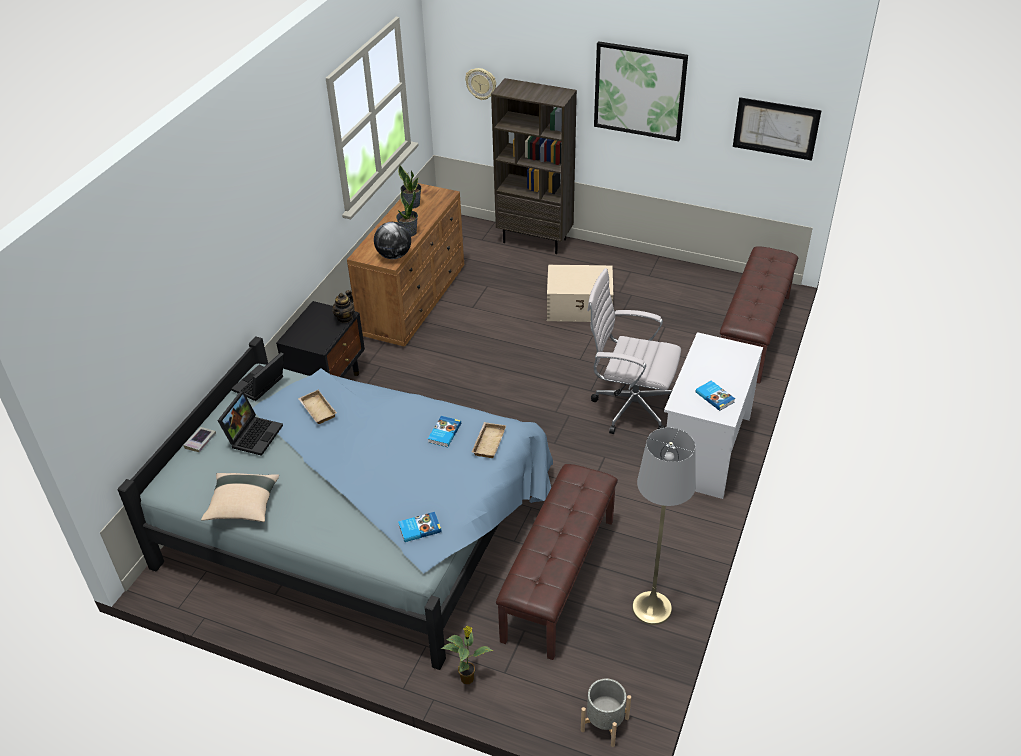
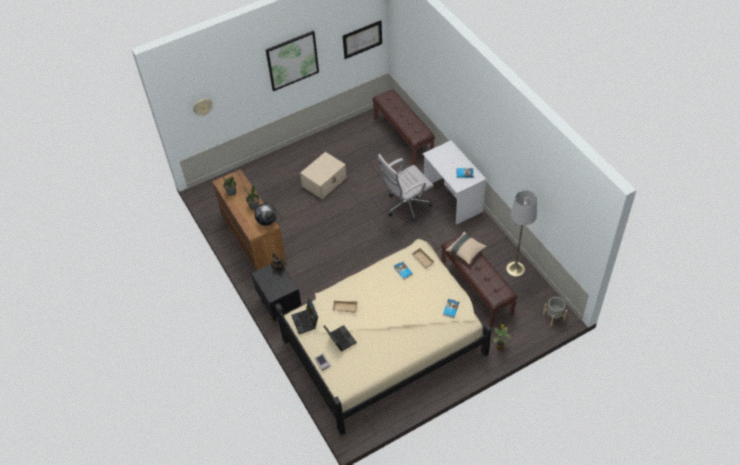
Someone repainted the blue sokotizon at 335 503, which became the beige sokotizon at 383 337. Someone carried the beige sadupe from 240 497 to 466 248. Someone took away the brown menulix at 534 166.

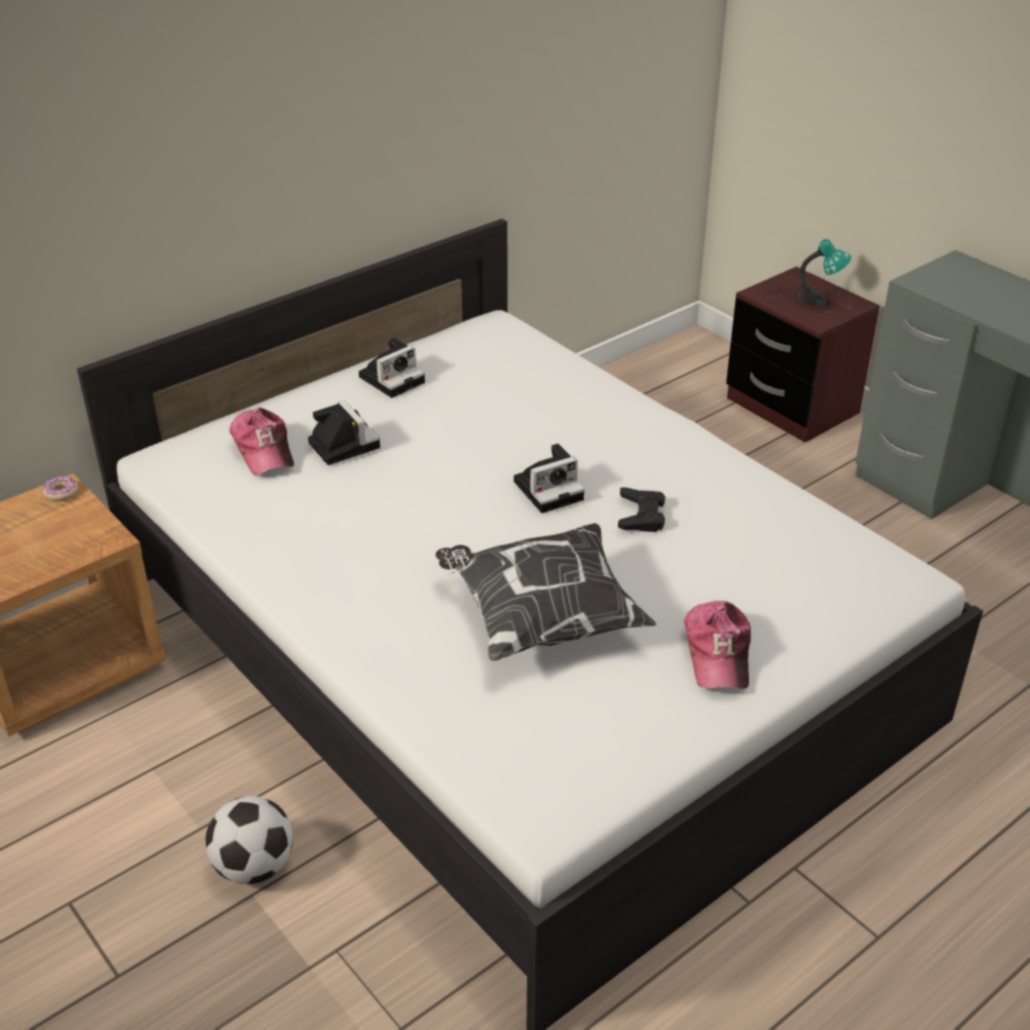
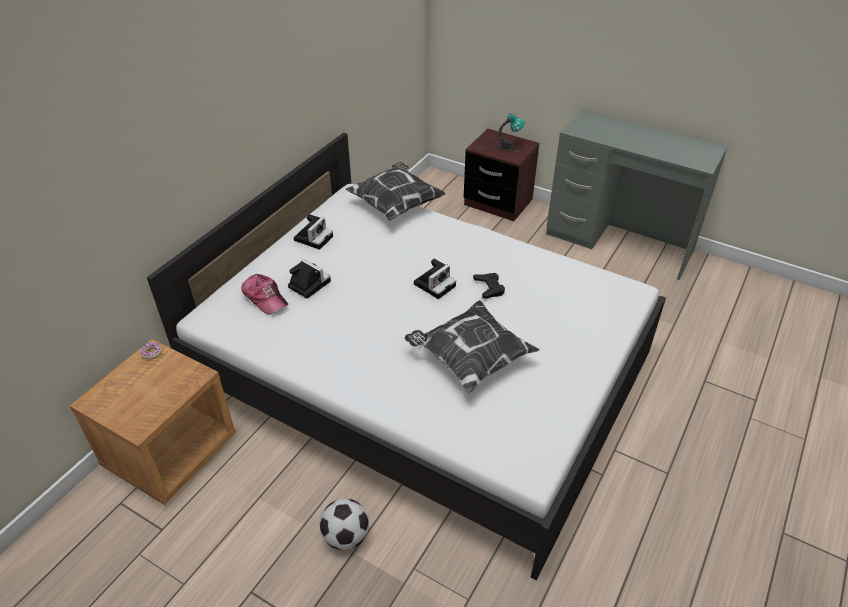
Someone took away the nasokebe at 717 645. Someone put down the sadupe at 395 191.

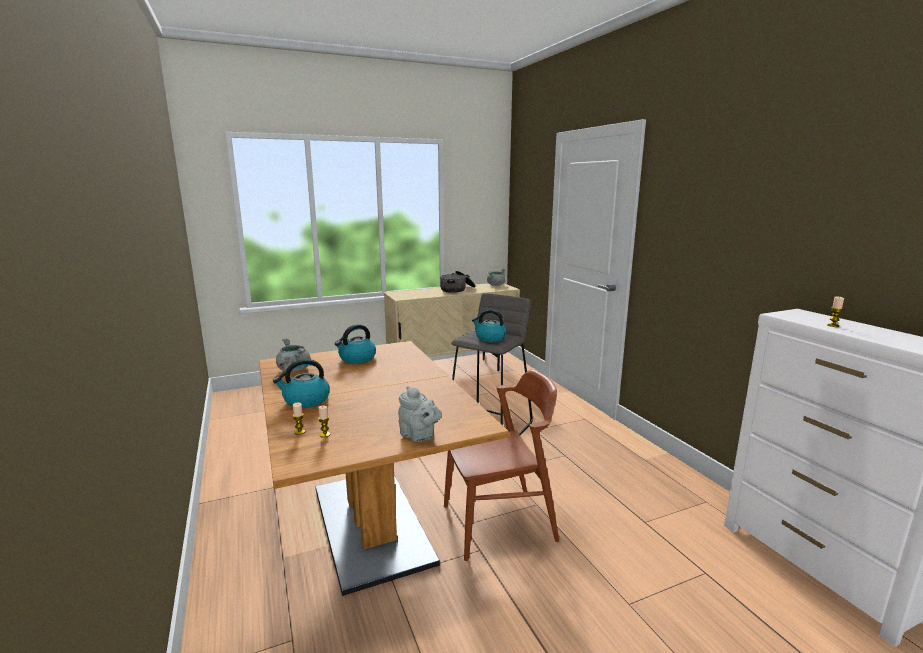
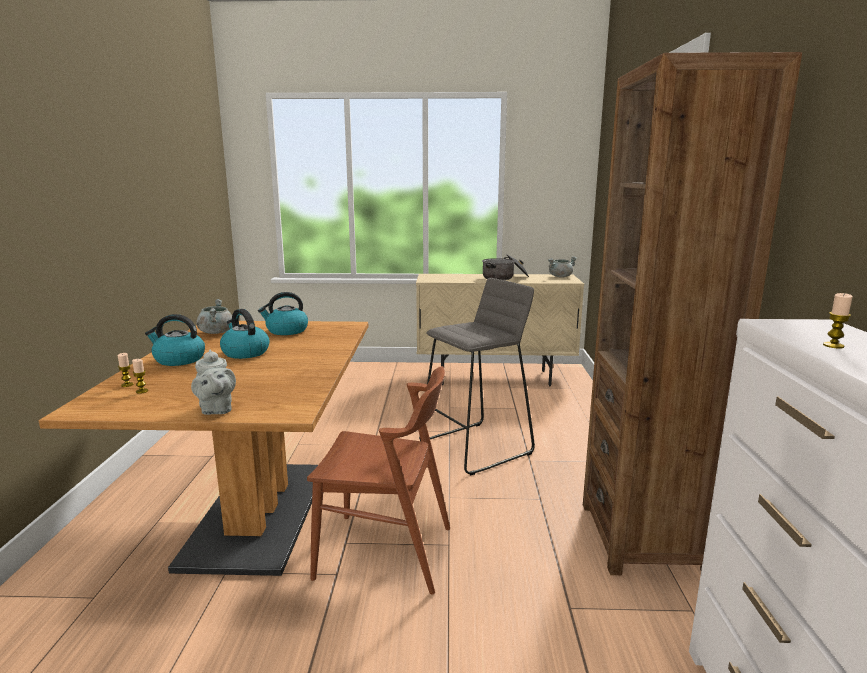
Someone carried the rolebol from 489 326 to 245 334. Someone put down the brown menulix at 692 313.

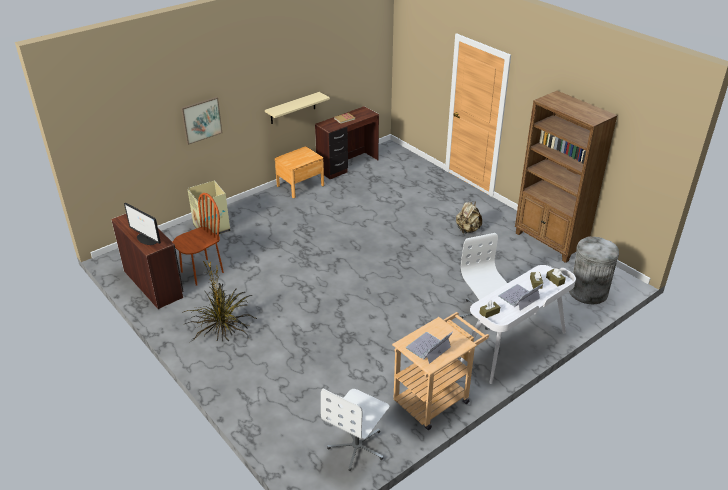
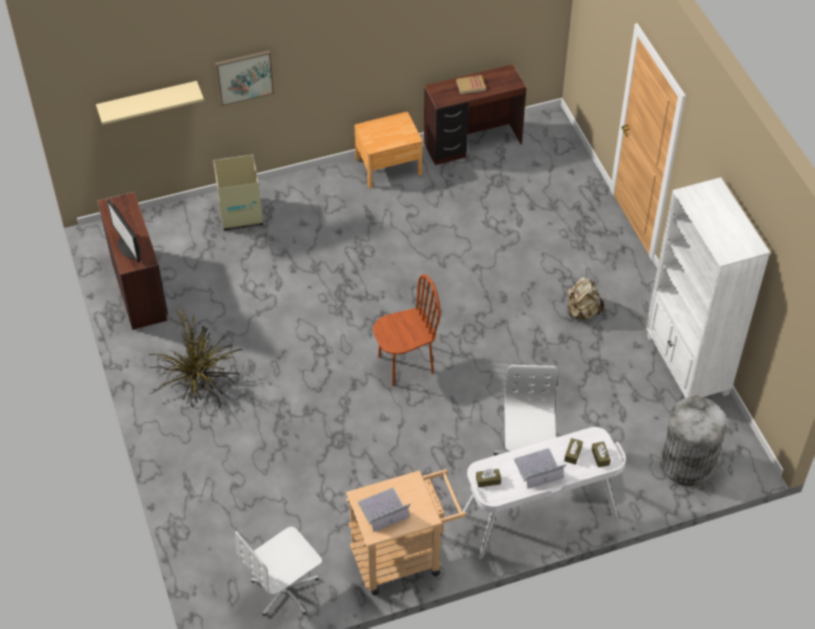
Someone carried the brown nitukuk from 198 239 to 407 330. Someone carried the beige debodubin from 297 108 to 150 103. Someone repainted the brown menulix at 566 177, which became the white menulix at 708 288.

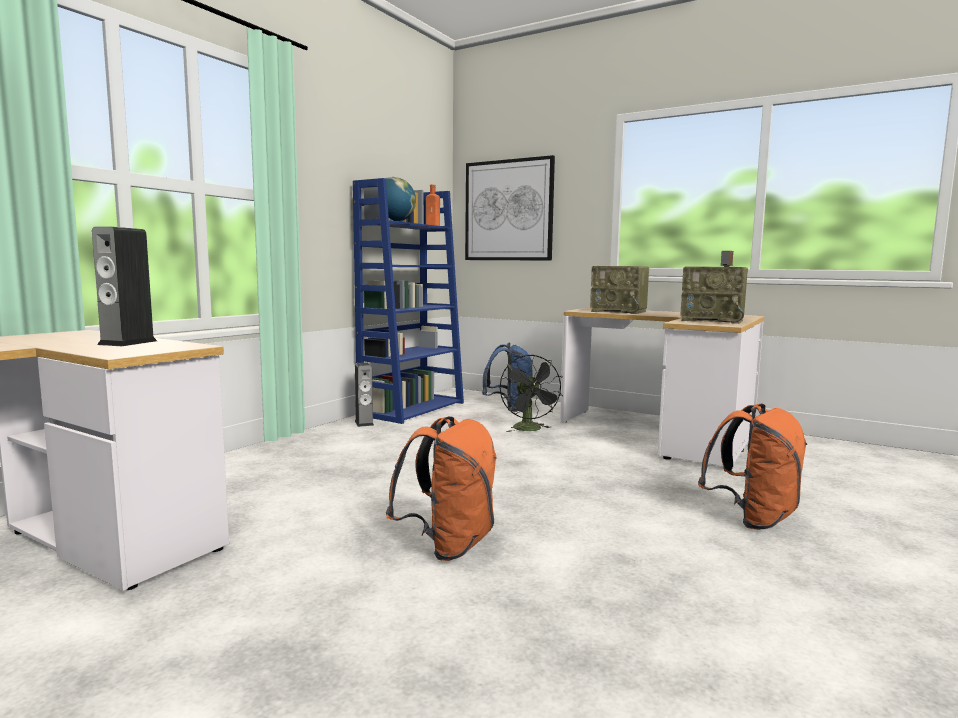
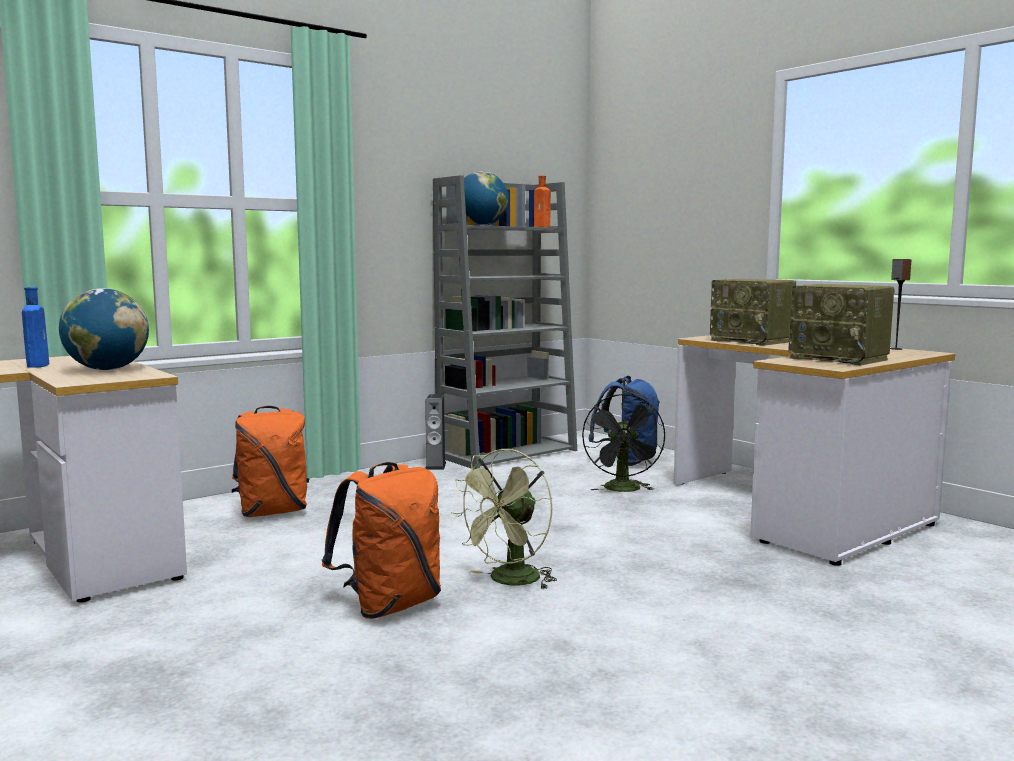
Someone swapped the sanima at 124 286 for the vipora at 104 329. Someone repainted the blue menulix at 408 301, which became the grey menulix at 505 322. Someone took away the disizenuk at 510 208. Someone carried the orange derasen from 752 466 to 270 461. Someone put down the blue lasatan at 35 327. Someone put down the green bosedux at 504 519.

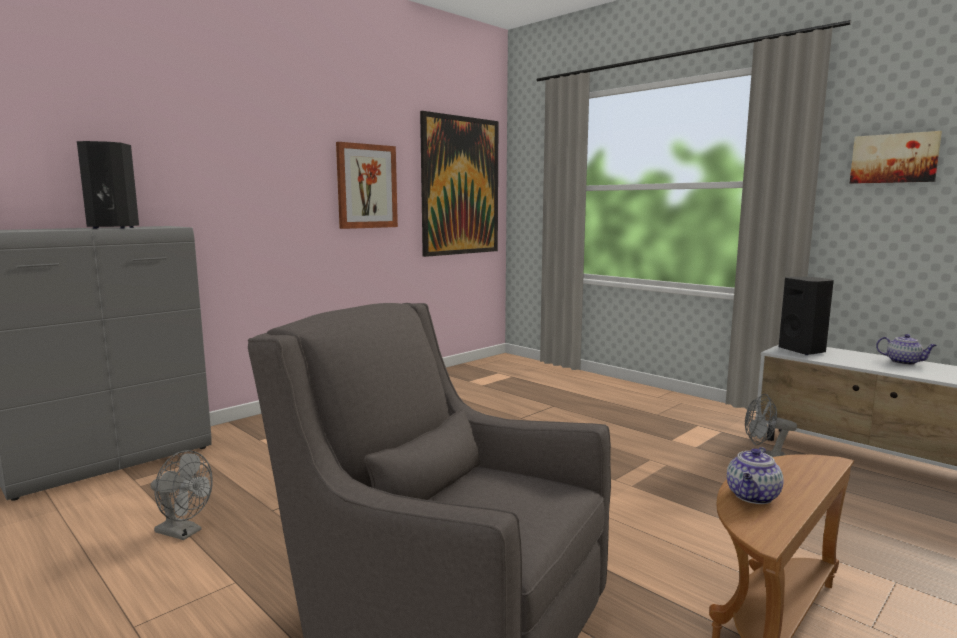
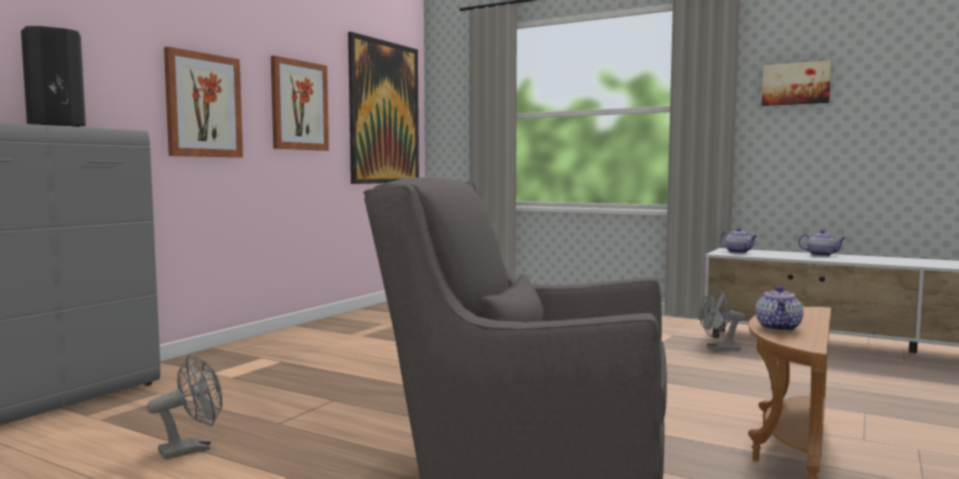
Someone rotated the grey bosedux at 181 495 by 45 degrees counterclockwise. Someone swapped the black sanima at 806 316 for the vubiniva at 738 240. Someone put up the disizenuk at 203 102.

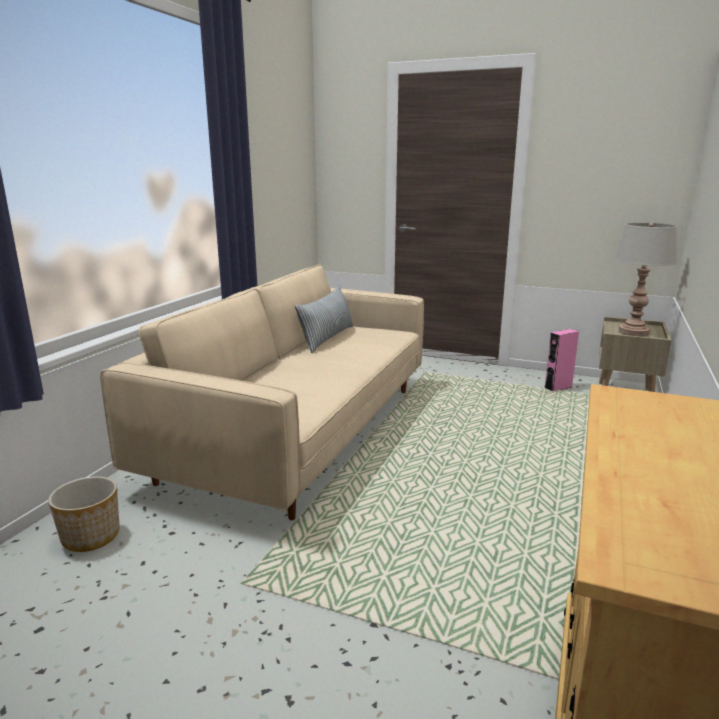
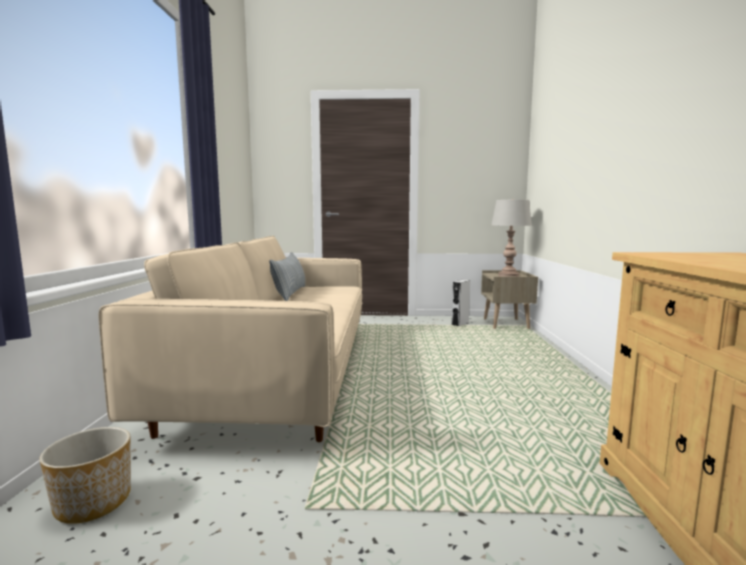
Someone repainted the pink sanima at 562 360, which became the grey sanima at 461 303.

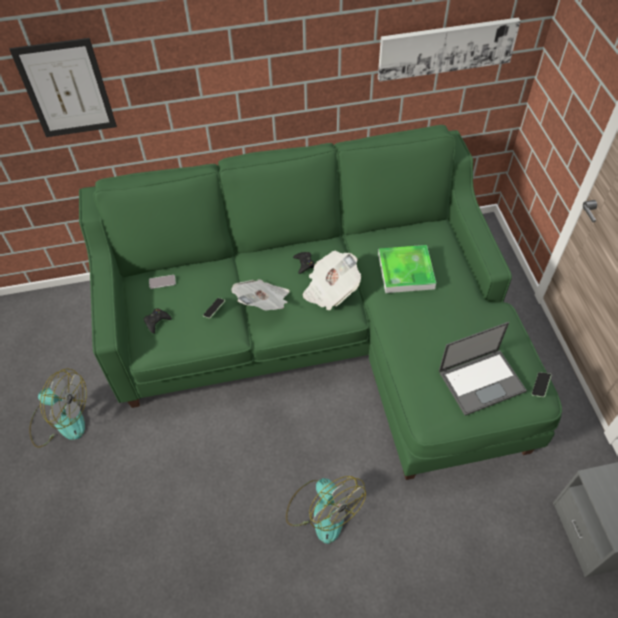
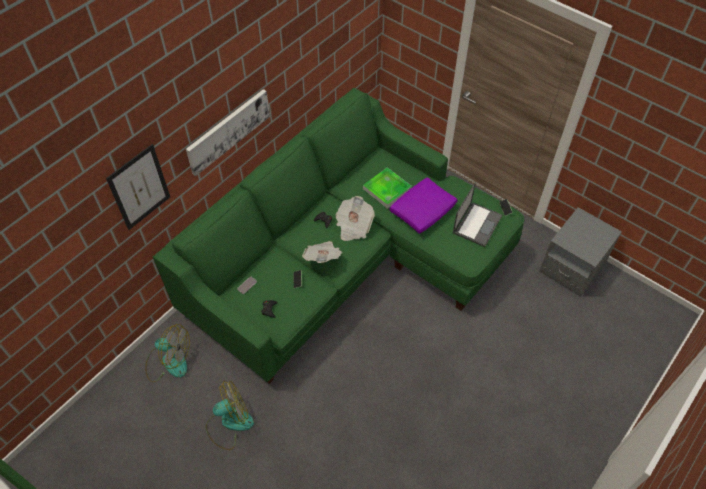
Someone carried the bosedux from 326 510 to 167 353. Someone carried the disizenuk from 449 50 to 228 132. Someone put down the purple sadupe at 423 205.

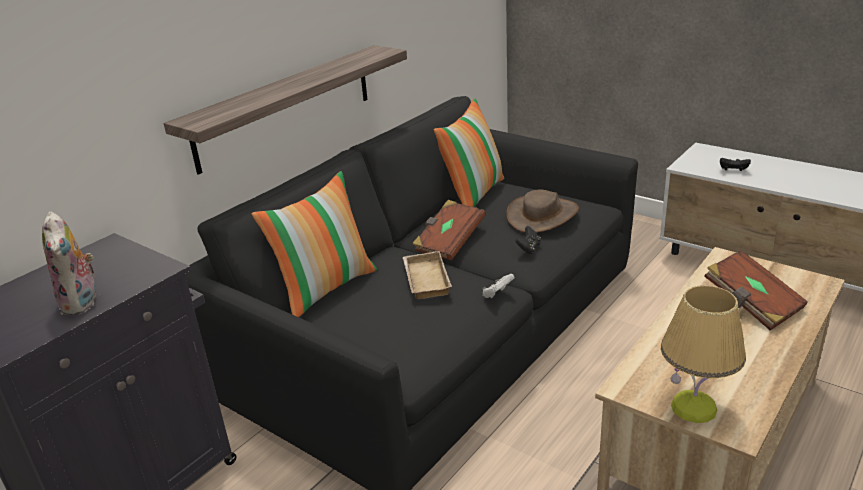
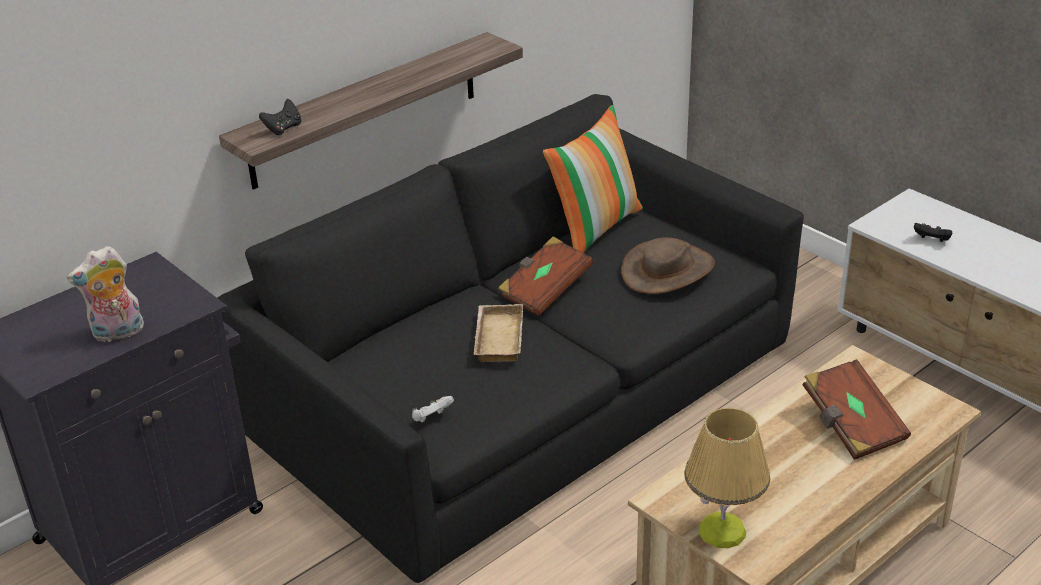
Someone rotated the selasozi at 69 263 by 75 degrees clockwise. Someone took away the sadupe at 314 244. Someone carried the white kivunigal from 498 286 to 433 409. Someone carried the black kivunigal from 528 240 to 280 117.

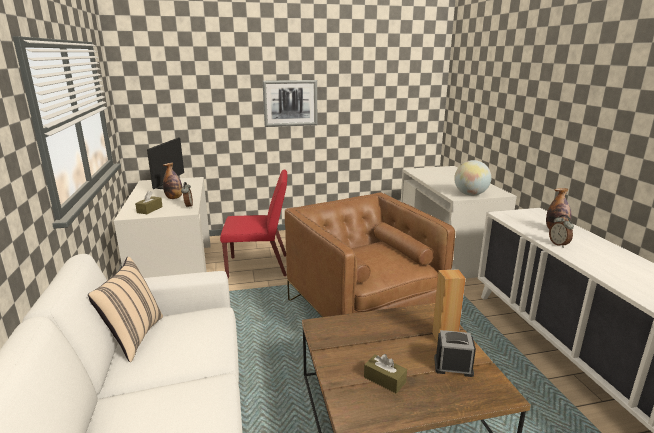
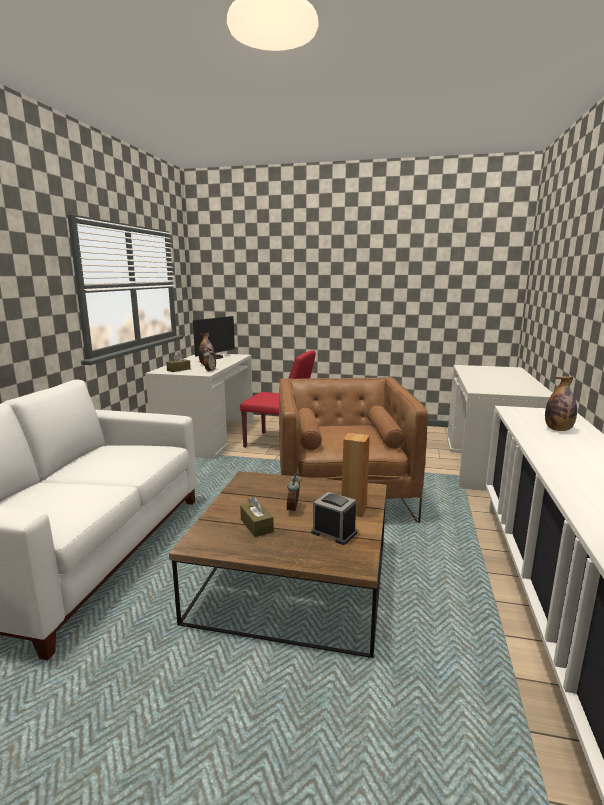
Someone took away the beige sadupe at 125 309. Someone took away the disizenuk at 289 103. Someone took away the vipora at 472 178. Someone carried the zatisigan from 561 231 to 294 493.

